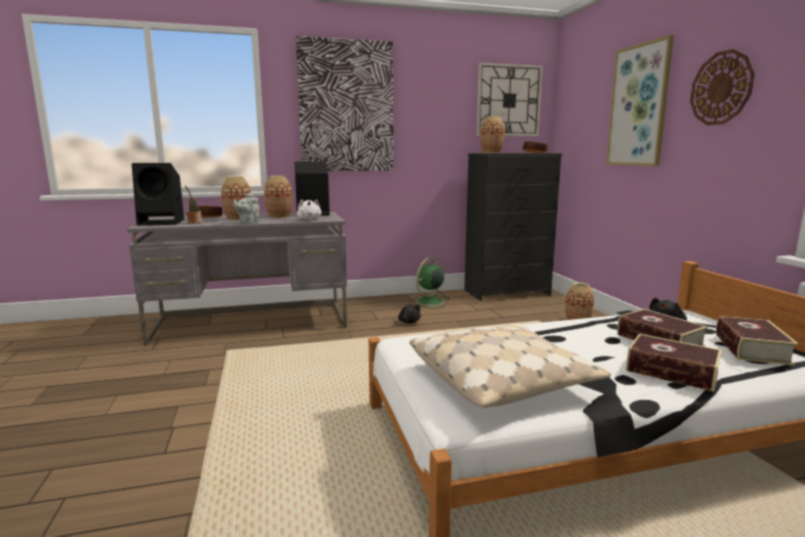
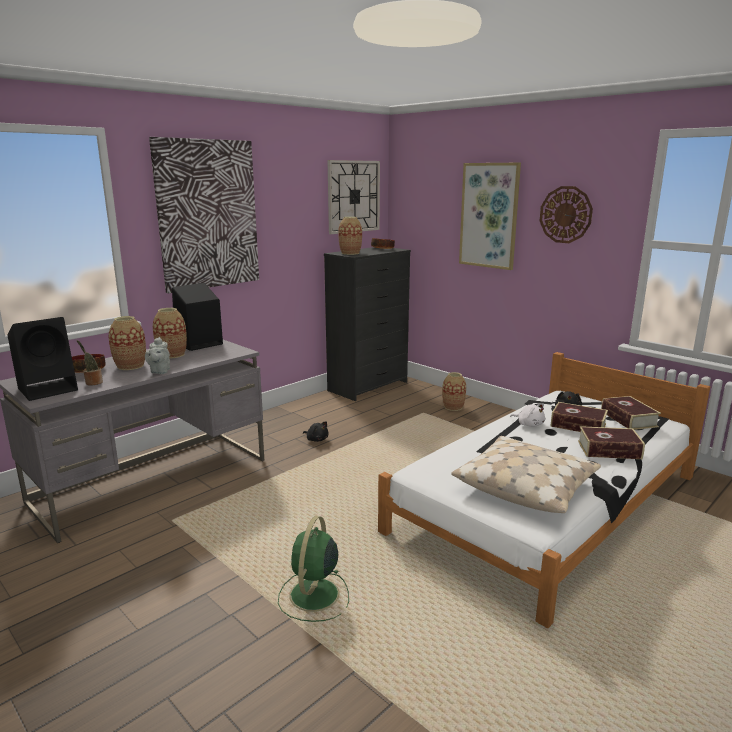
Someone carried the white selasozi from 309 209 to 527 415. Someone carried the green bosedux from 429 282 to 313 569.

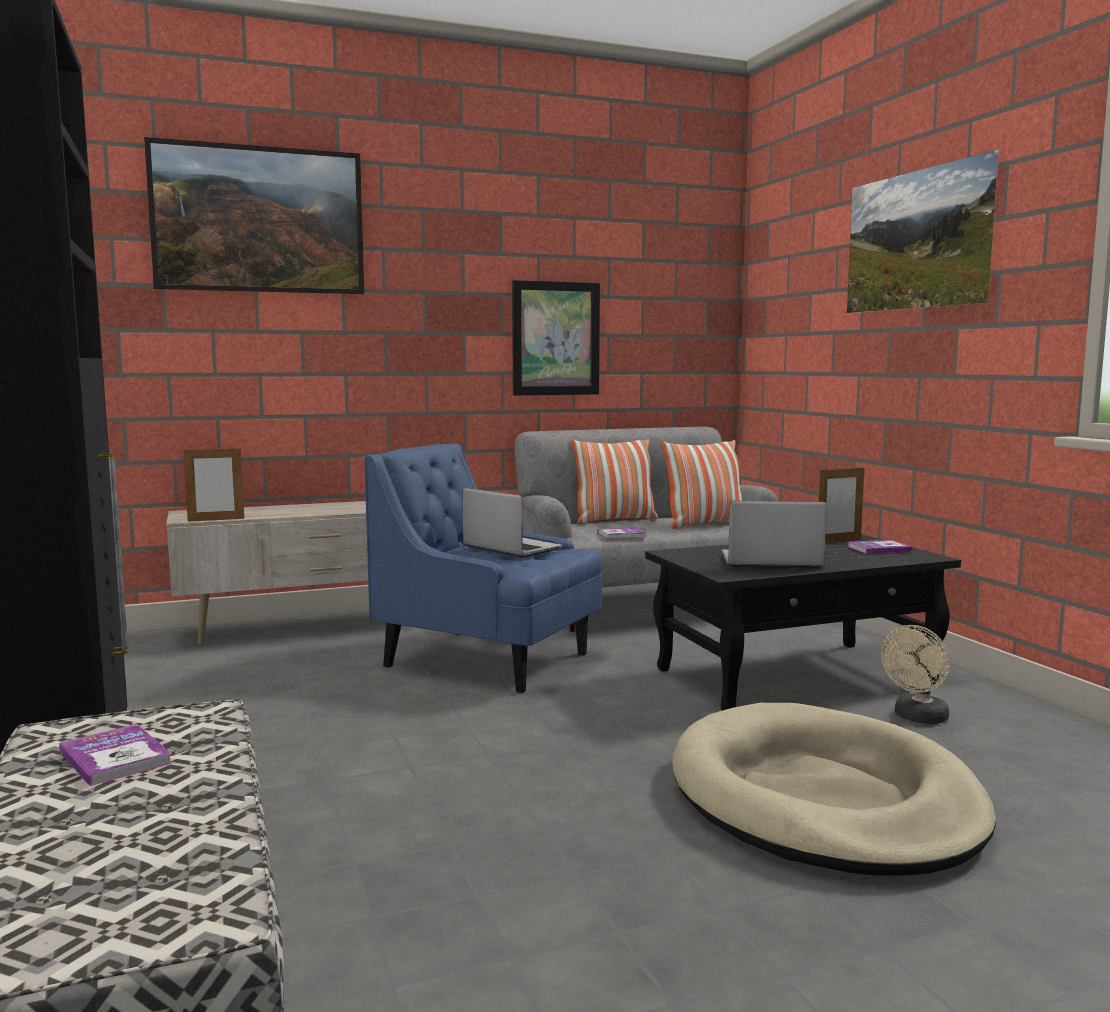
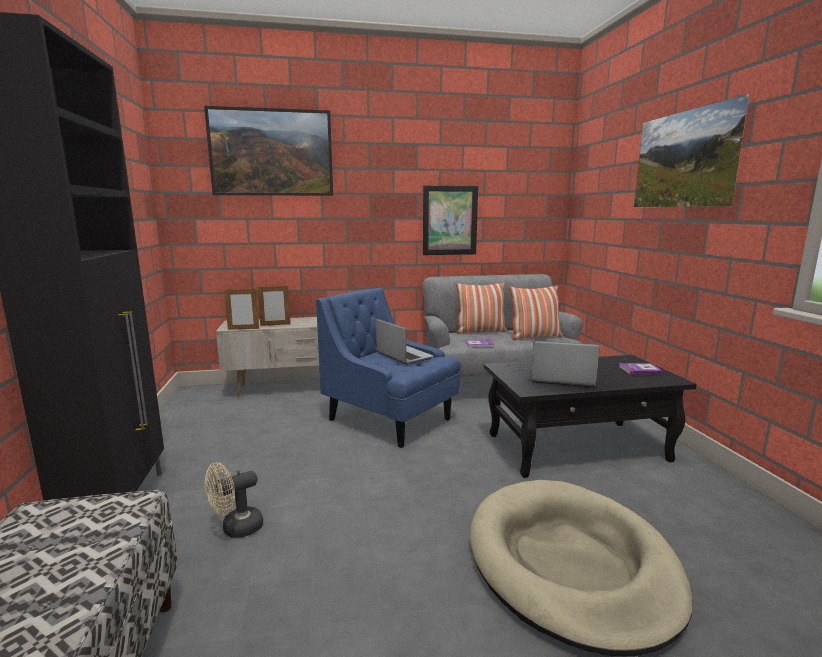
Someone took away the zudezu at 115 755. Someone carried the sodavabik from 841 504 to 274 305. Someone carried the beige bosedux from 915 674 to 234 500.

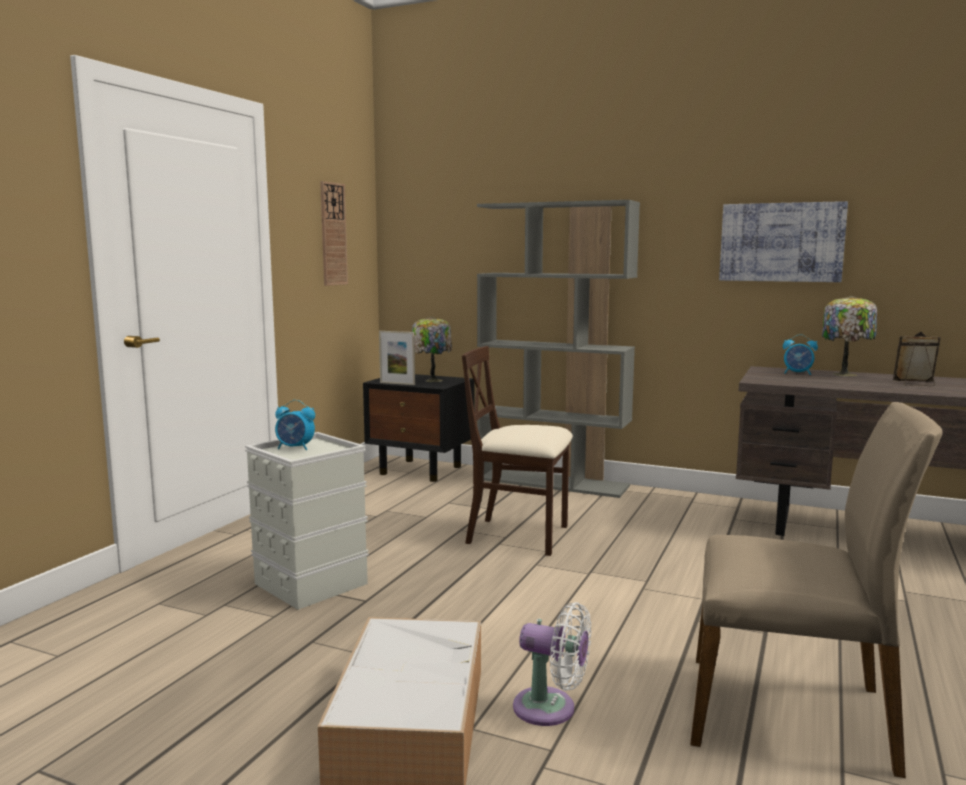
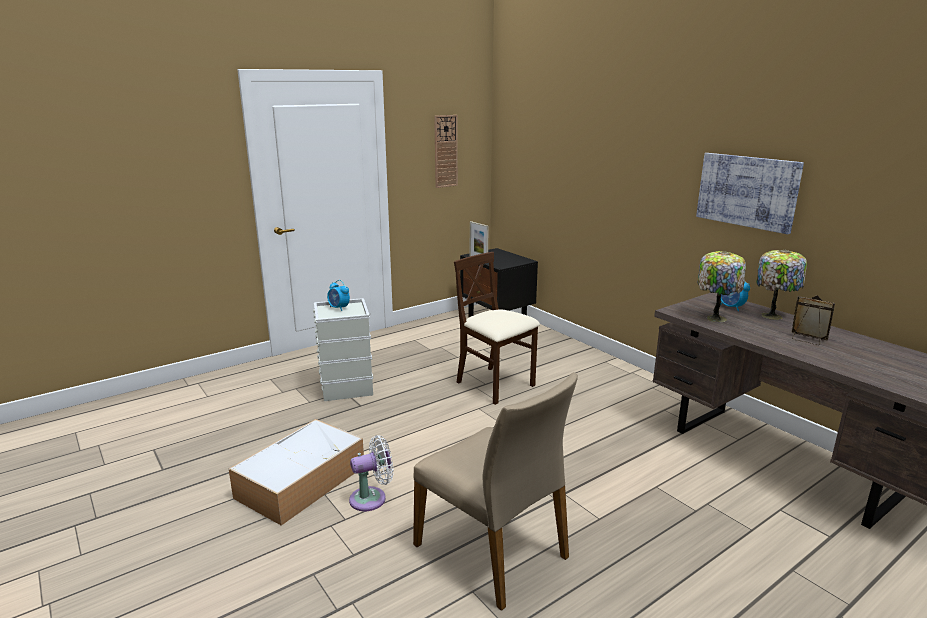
Someone carried the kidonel from 432 349 to 721 286. Someone took away the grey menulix at 558 349. Someone rotated the white bosedux at 552 664 by 75 degrees counterclockwise.

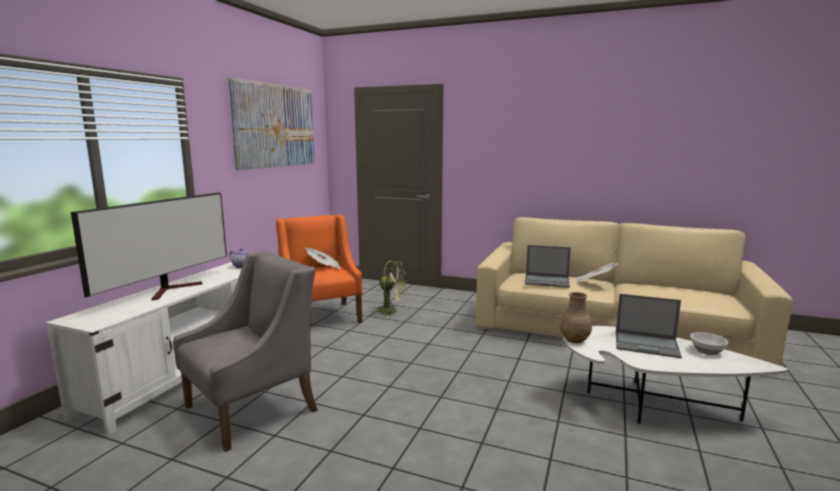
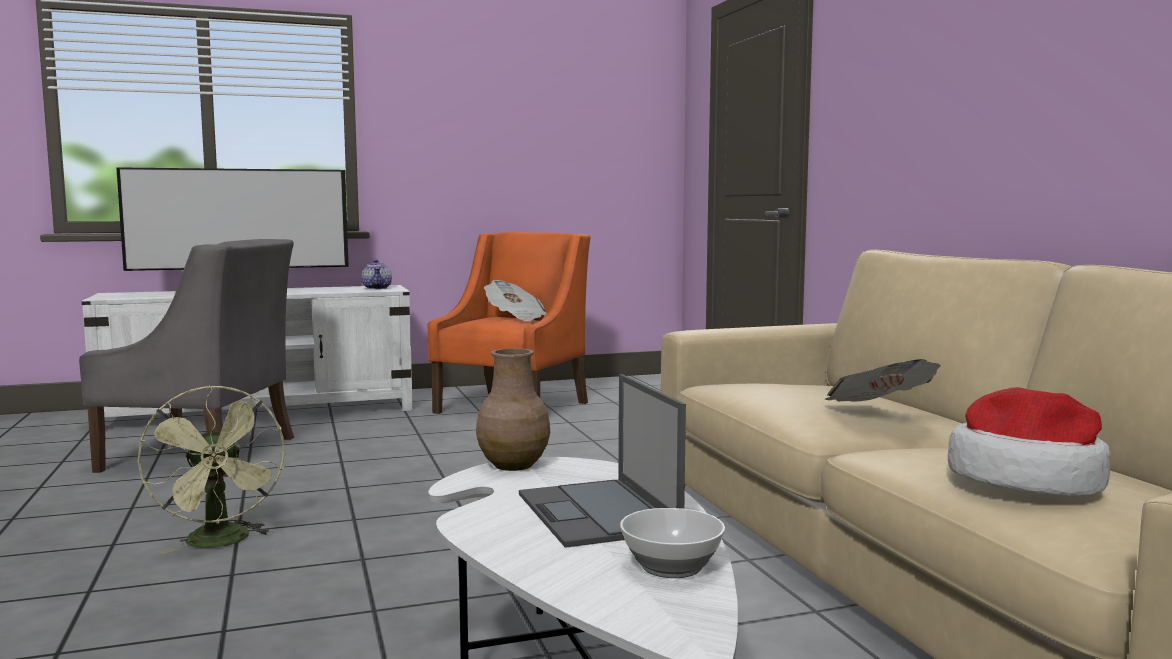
Someone took away the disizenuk at 271 123. Someone carried the green bosedux from 391 289 to 211 469. Someone took away the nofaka at 548 266. Someone put down the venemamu at 1029 441.

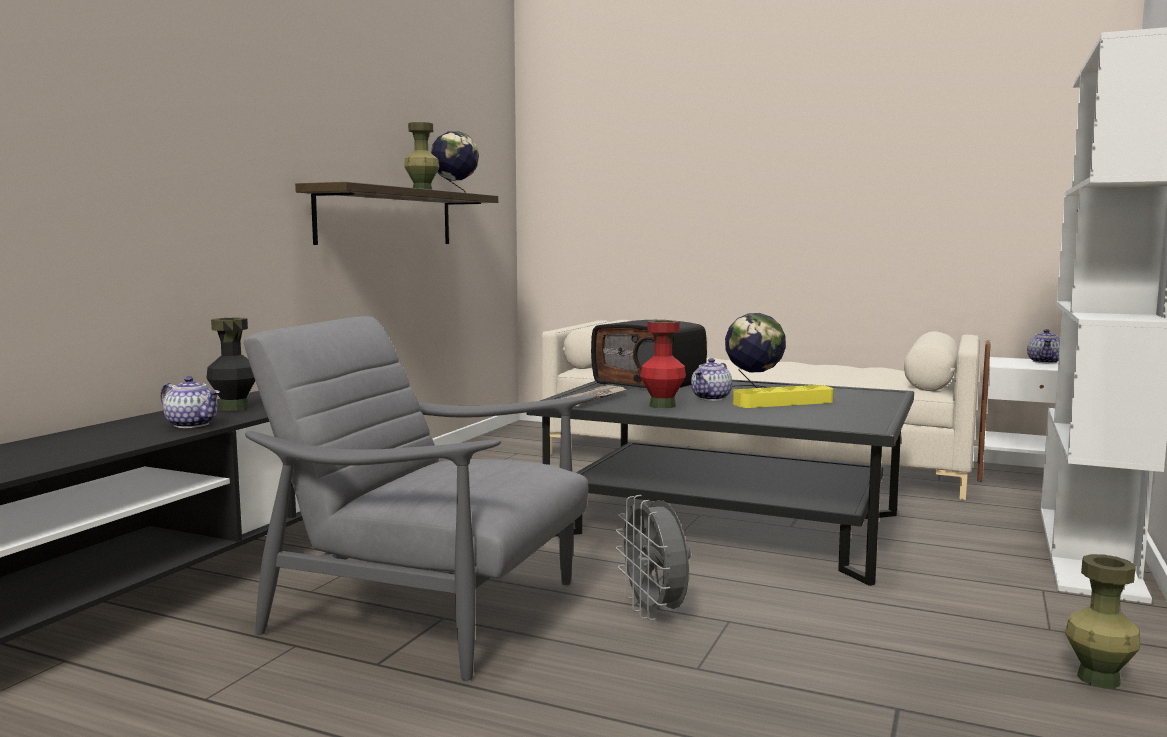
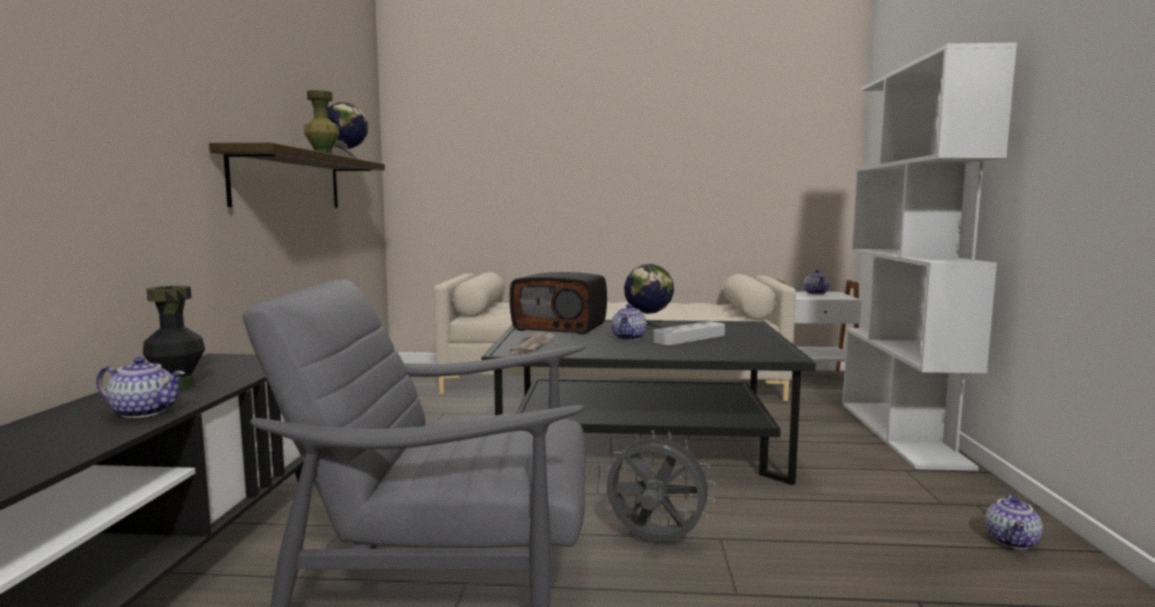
Someone rotated the grey bosedux at 653 557 by 150 degrees clockwise. Someone took away the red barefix at 663 364. Someone repainted the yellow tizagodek at 783 396, which became the grey tizagodek at 689 333. Someone swapped the green barefix at 1103 621 for the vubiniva at 1014 521.

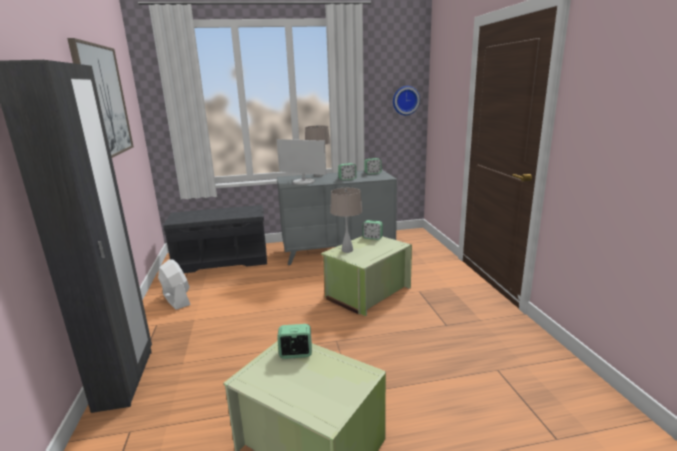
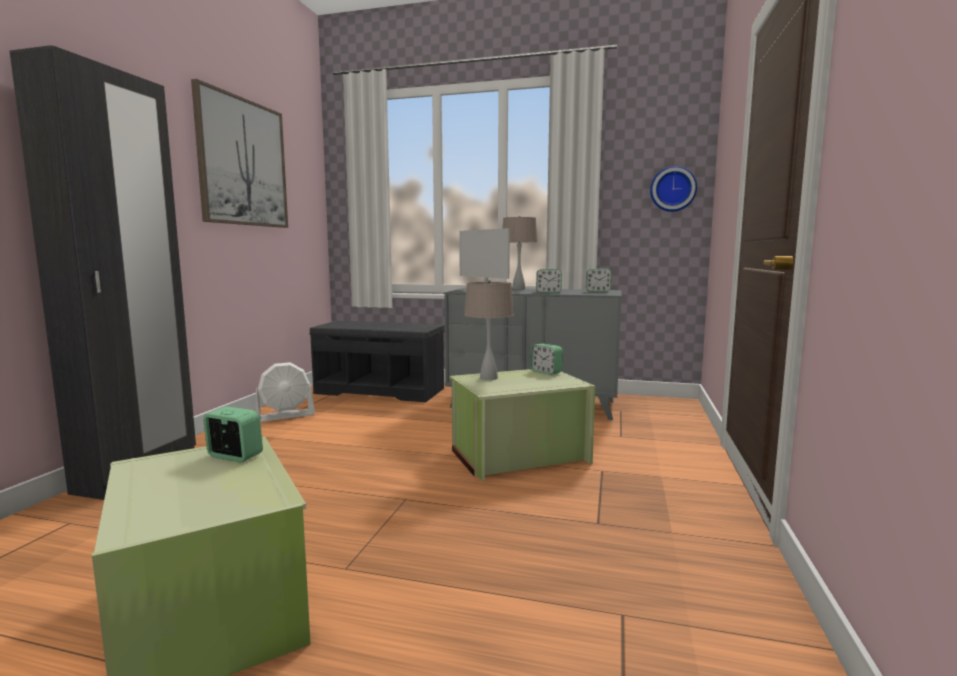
Someone rotated the white bosedux at 174 284 by 75 degrees clockwise.

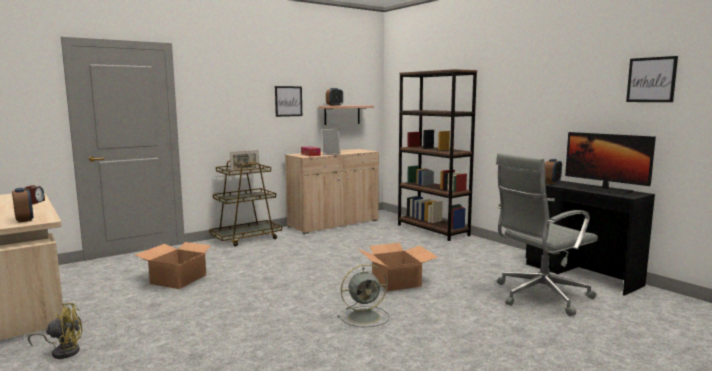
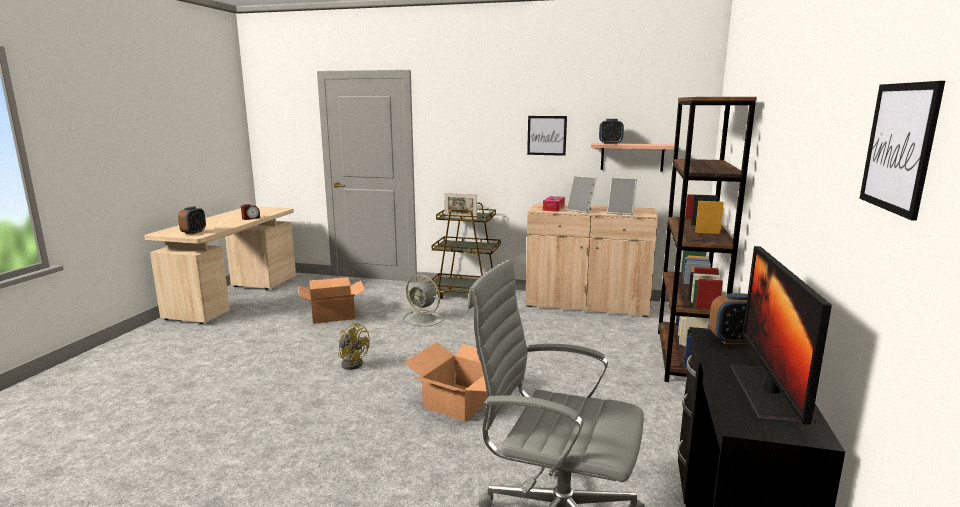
Someone carried the yellow bosedux from 55 331 to 354 346. Someone carried the grey bosedux from 363 295 to 424 301. Someone put down the sodavabik at 622 196.

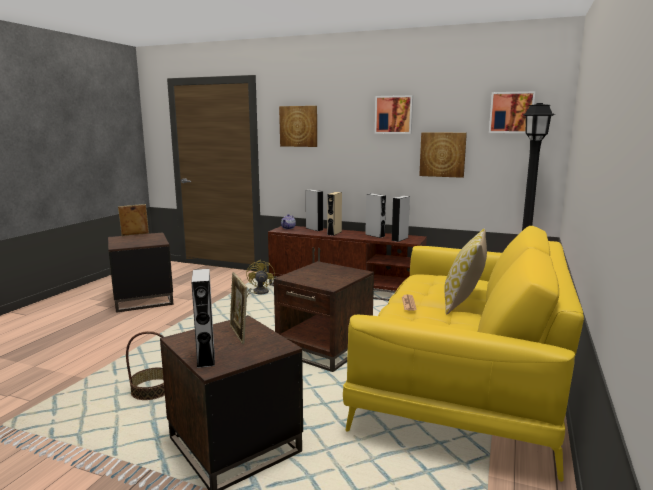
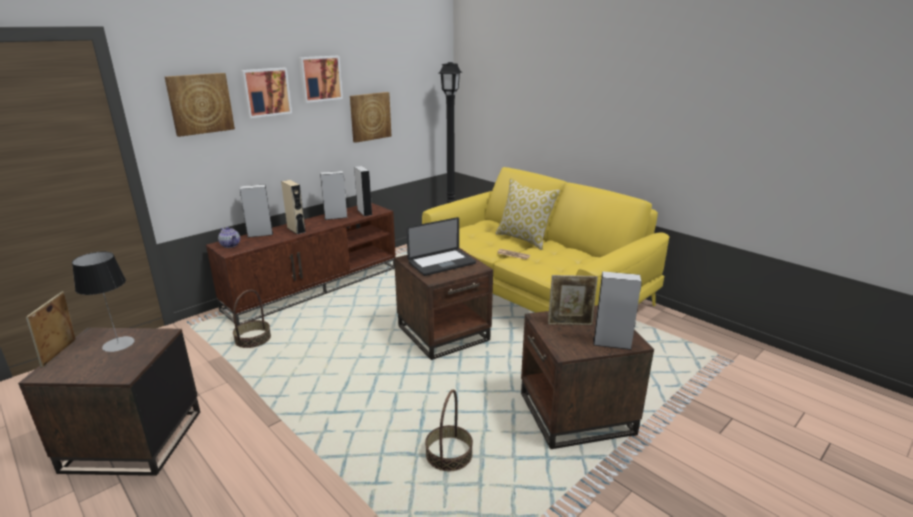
Someone swapped the yellow bosedux at 260 278 for the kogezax at 252 319. Someone carried the disizenuk from 512 112 to 266 93. Someone put down the kidonel at 103 302. Someone put down the nofaka at 441 246.

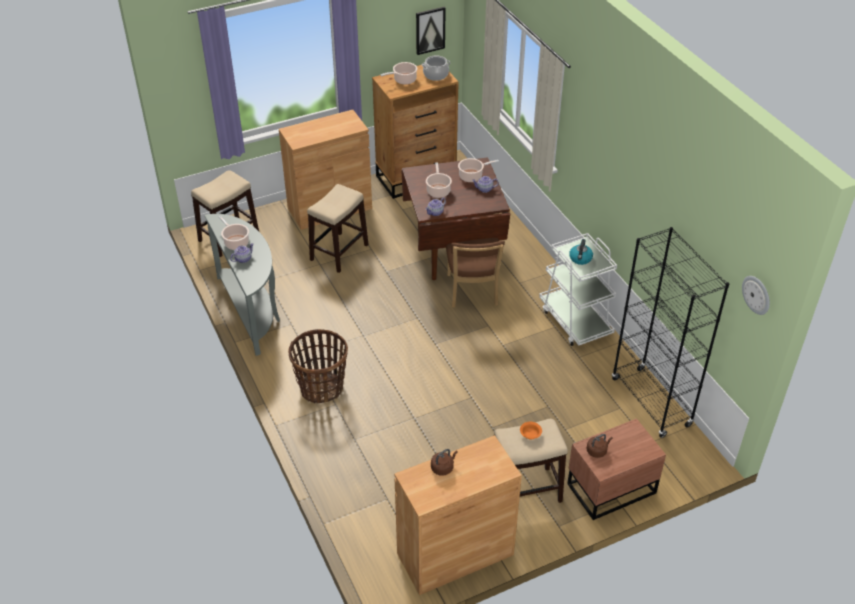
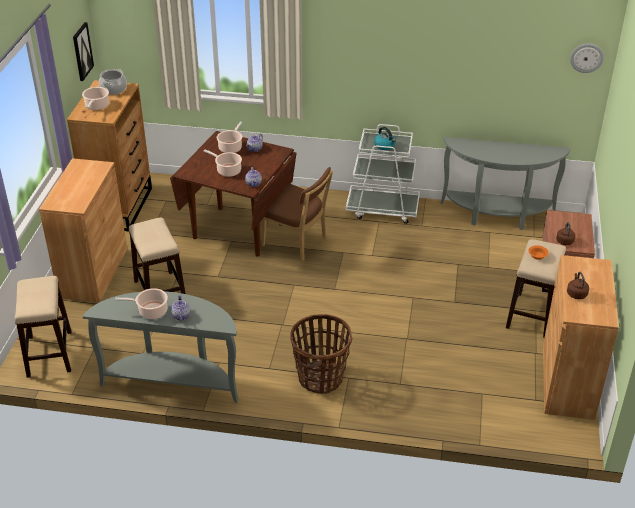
Someone swapped the black menulix at 670 332 for the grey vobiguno at 505 183.

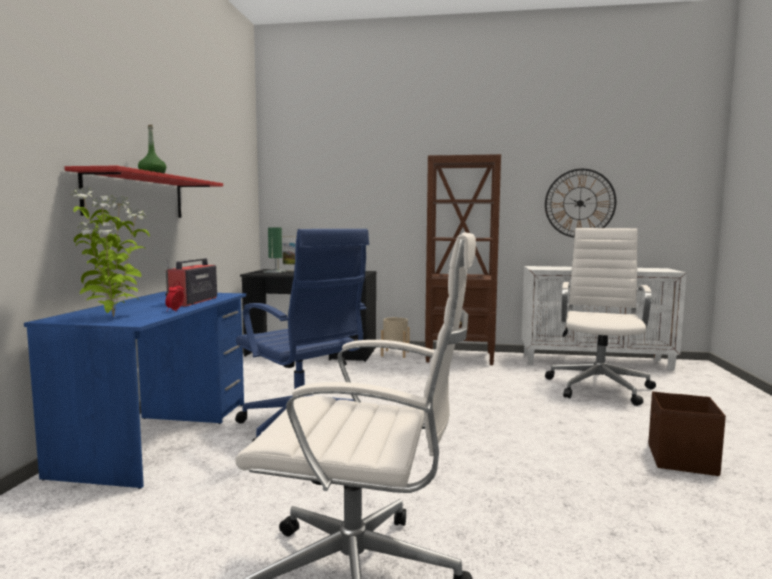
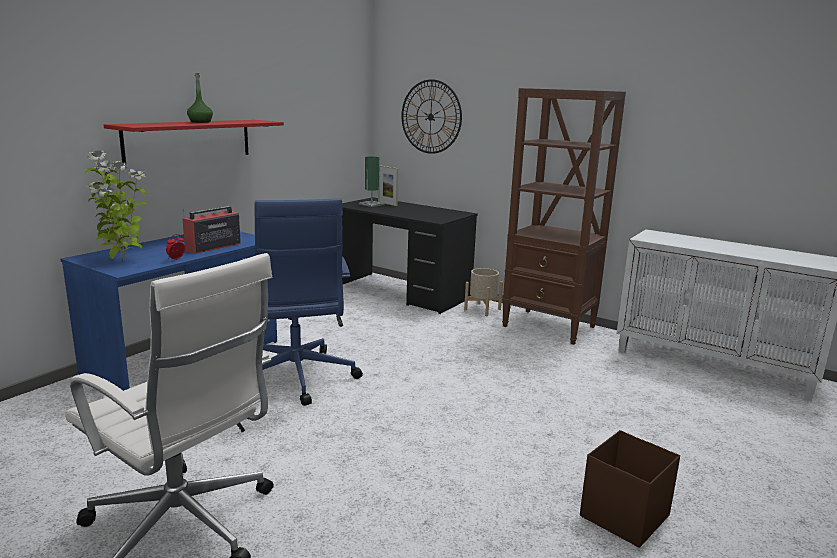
Someone carried the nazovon from 580 203 to 431 116. Someone took away the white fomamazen at 600 317.

